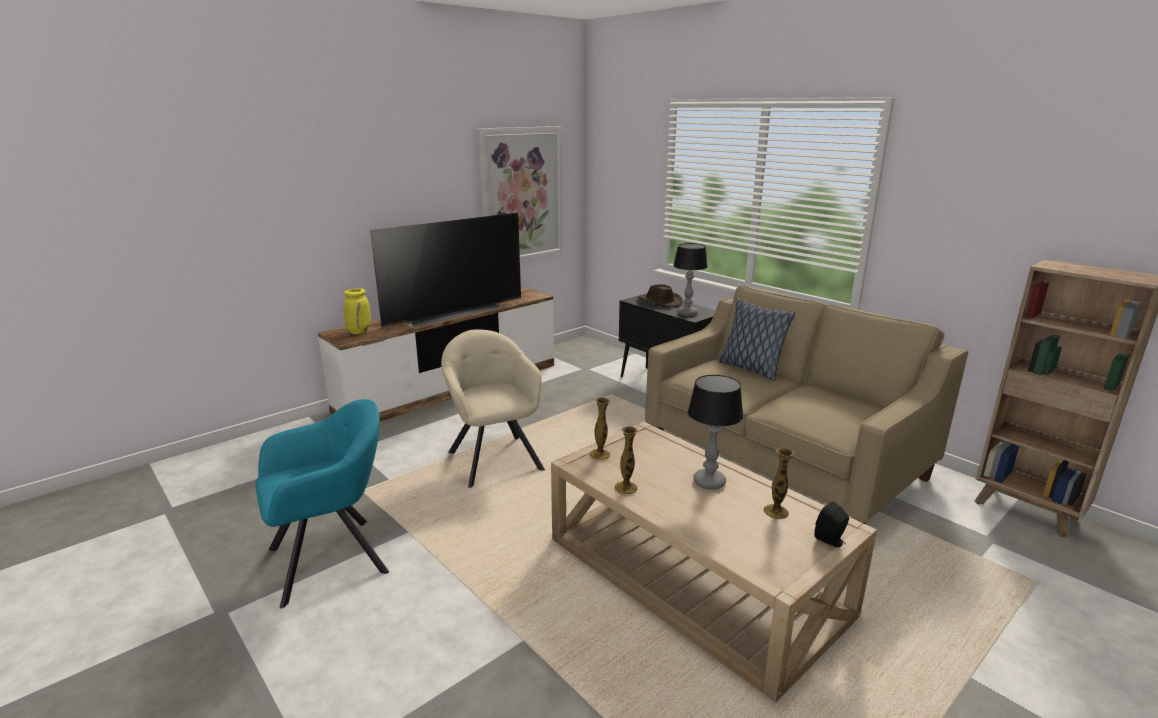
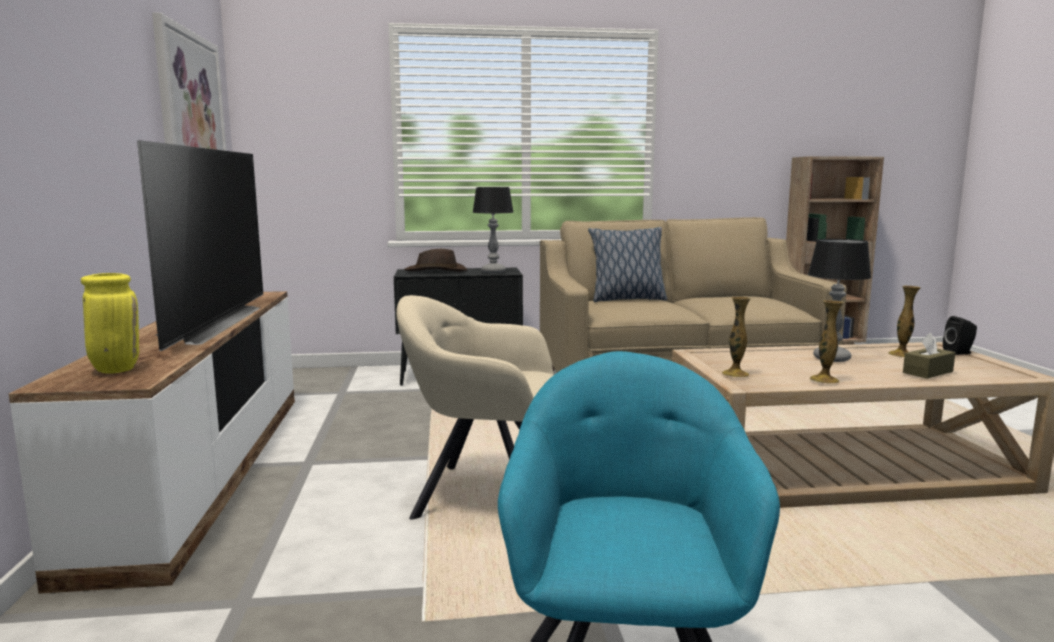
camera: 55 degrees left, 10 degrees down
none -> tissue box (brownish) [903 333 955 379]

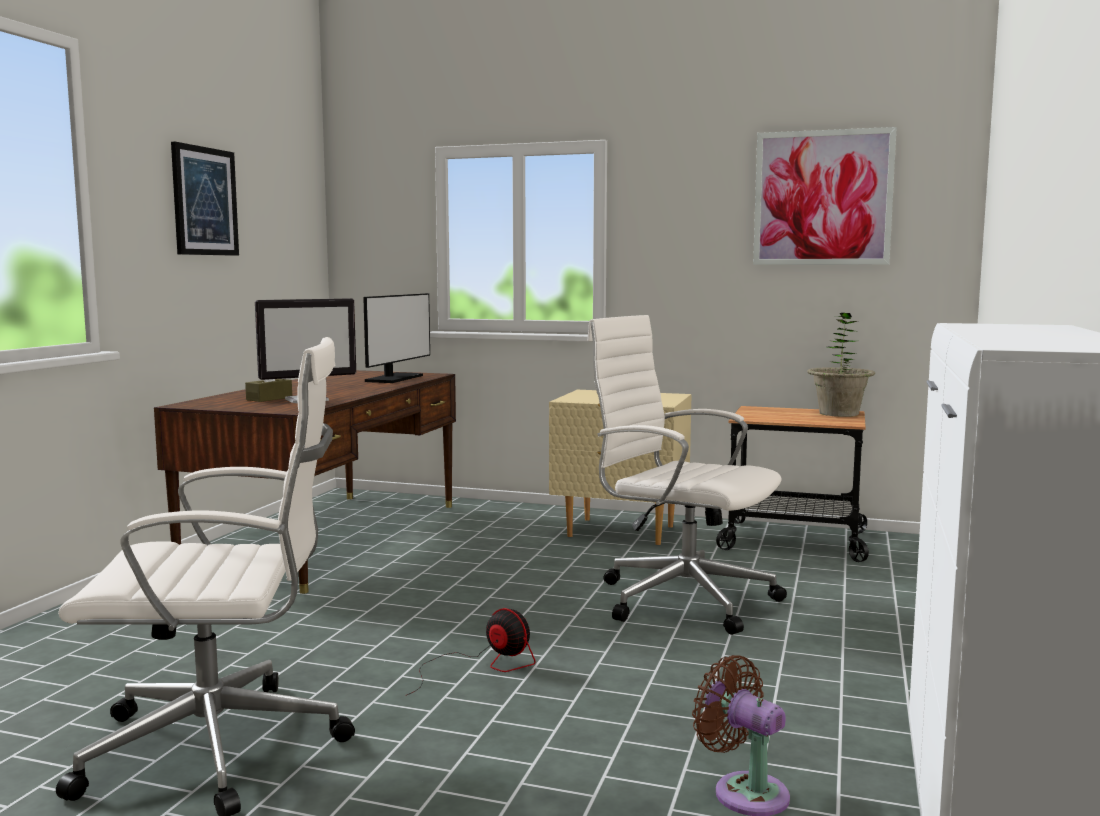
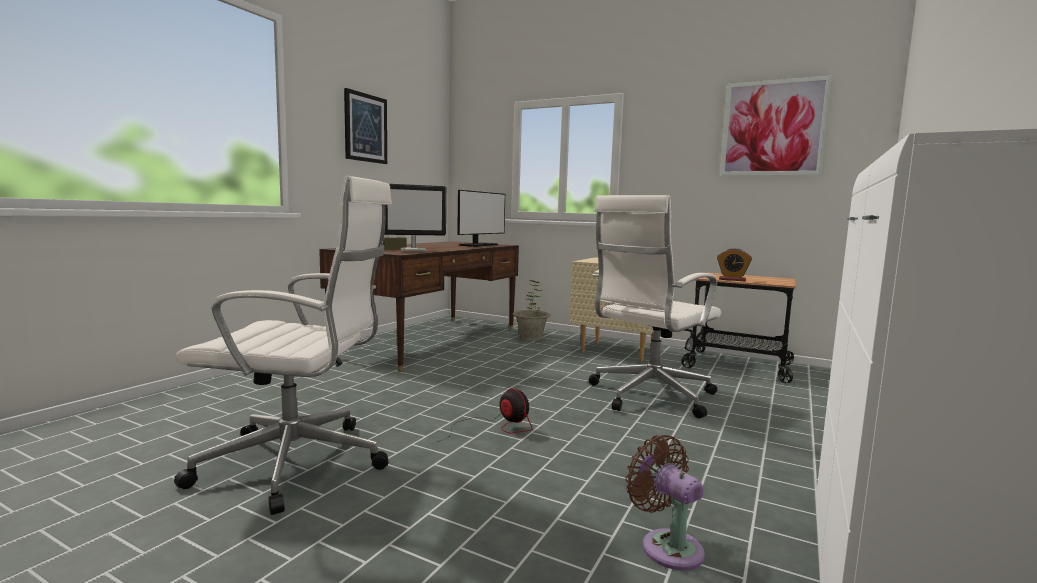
camera: 10 degrees right, 0 degrees up
potted plant [807 313 875 417] -> potted plant [513 280 551 341], move
office chair (white-coloured) [587 315 787 635] -> office chair (white-coloured) [589 195 721 418], 90 degrees counterclockwise
none -> table clock [717 248 752 281]

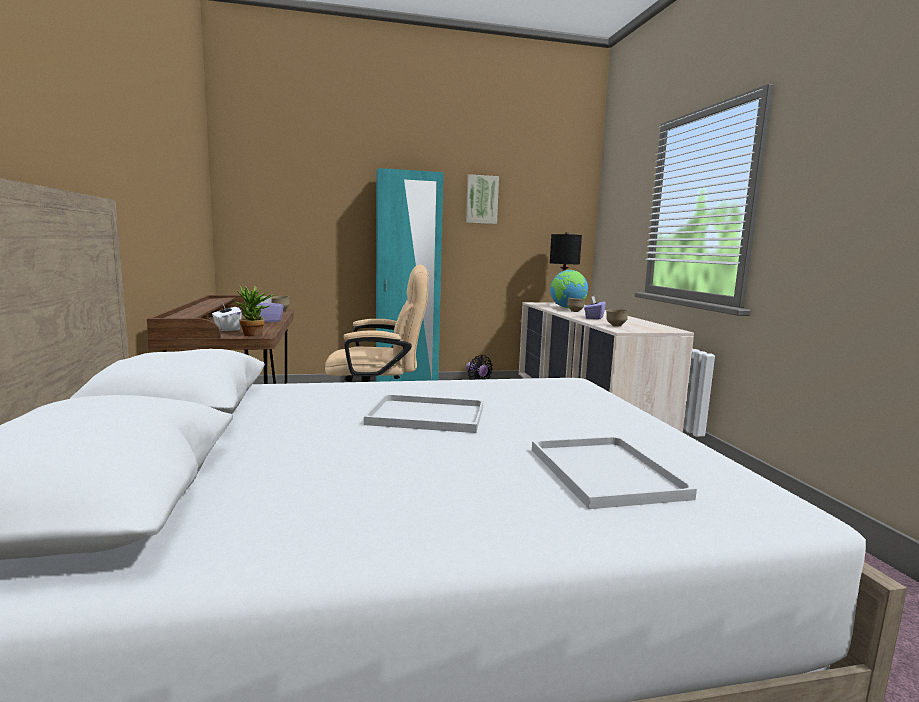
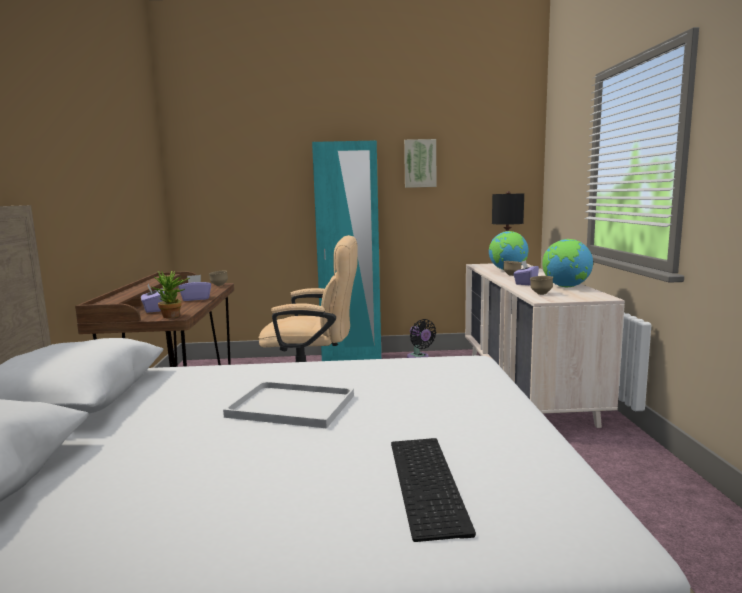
camera: 10 degrees right, 0 degrees up
tissue box (white-coloured) [212 302 242 331] -> tissue box (purple-coloured) [141 284 164 313]
carrying tray (white-coloured) [532 436 697 509] -> PC keyboard [391 438 476 542]
none -> world globe [542 239 593 287]

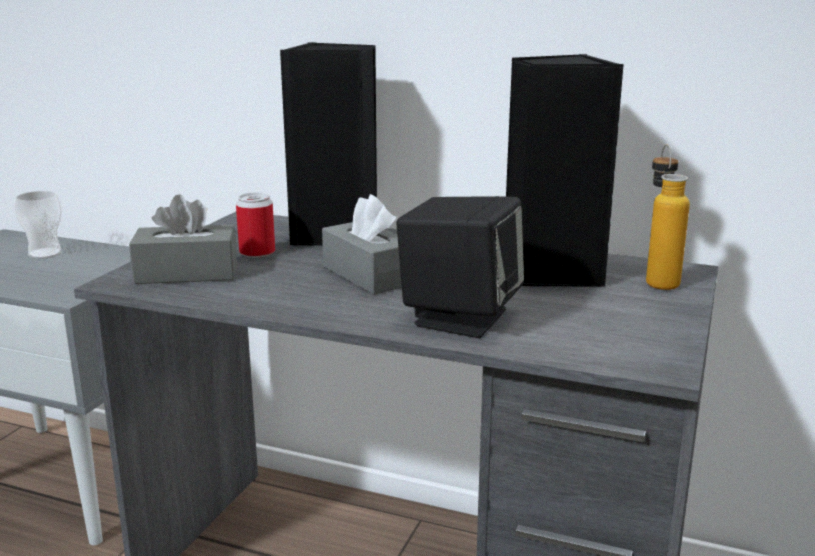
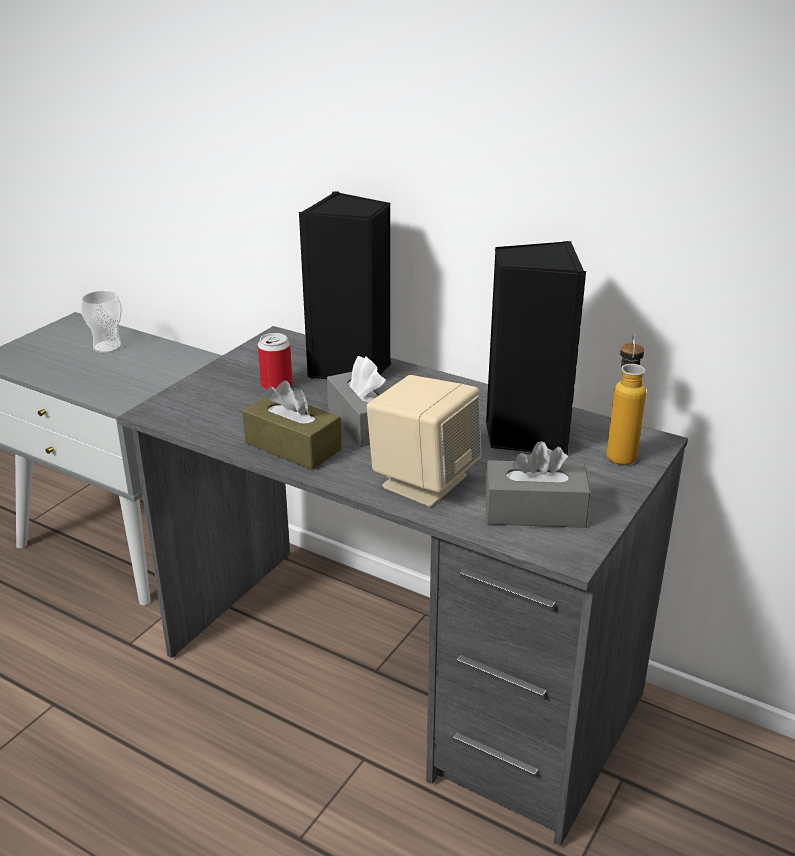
camera: 10 degrees right, 10 degrees up
none -> tissue box (brownish) [242 381 342 470]
speaker (black) [396 196 524 338] -> speaker (beige-coloured) [367 375 481 507]
tissue box (grey) [129 194 237 284] -> tissue box (grey) [485 441 591 528], move

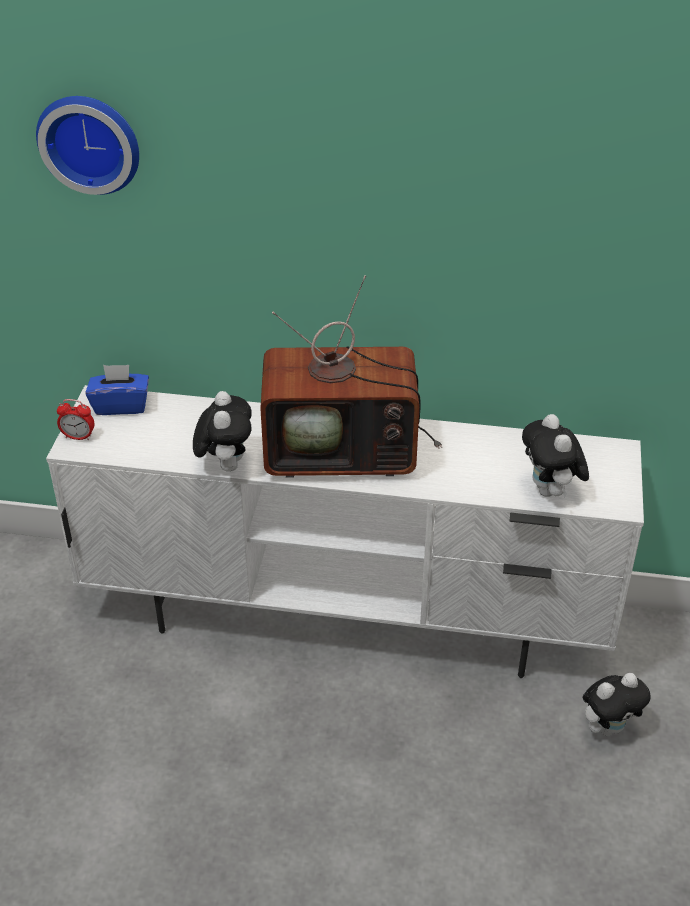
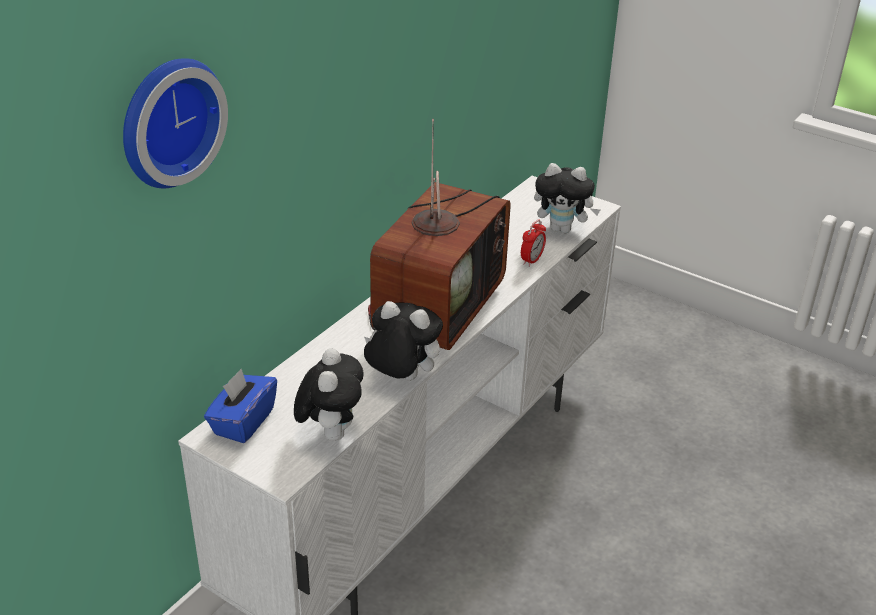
camera: 65 degrees left, 5 degrees down
cuddly toy [583 673 650 736] -> cuddly toy [294 348 364 441], move
table clock [57 399 94 440] -> table clock [521 220 546 267], move

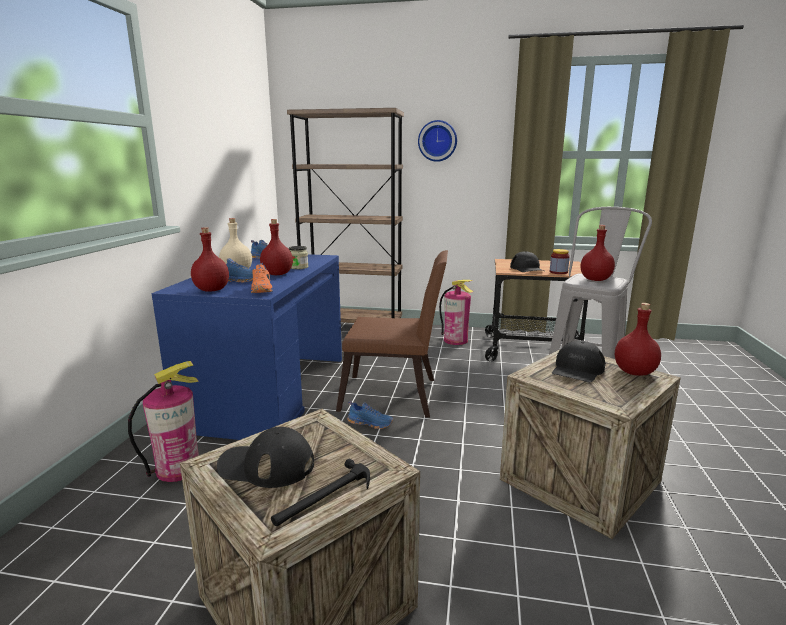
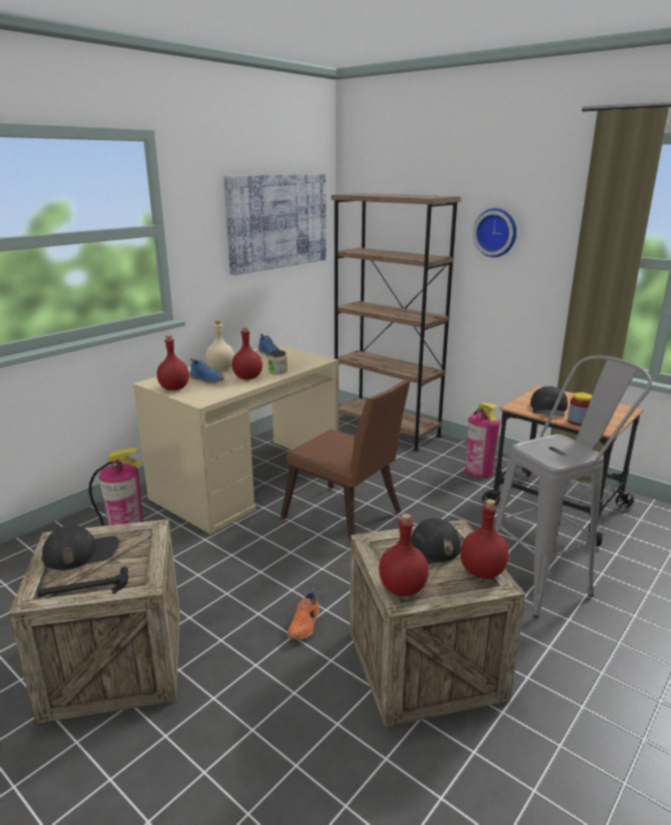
camera: 30 degrees right, 5 degrees up
peaked cap (black) [217 427 314 488] -> peaked cap (black) [42 525 119 570], 120 degrees clockwise
desk unit (blue) [152 254 342 440] -> desk unit (beige-coloured) [133 344 339 534]
none -> wall art [224 174 326 275]
shoe (orangey) [251 263 273 293] -> shoe (orangey) [287 588 320 640], move
bottle (reddish) [581 225 615 281] -> bottle (reddish) [379 514 429 596], move
shoe (blue) [347 401 393 429] -> none

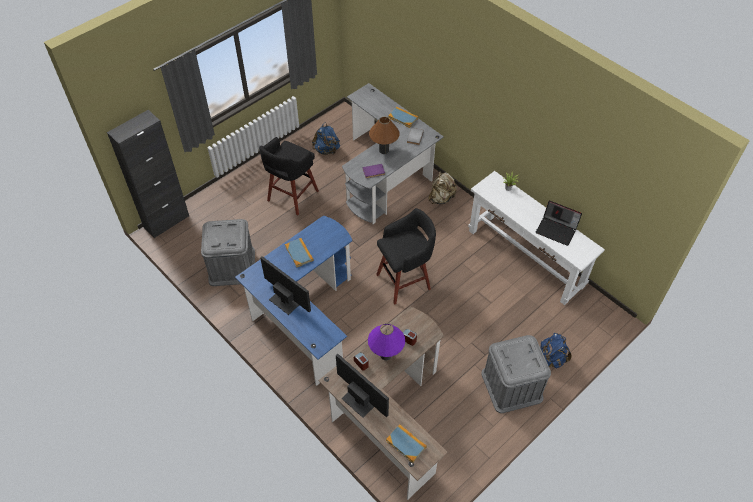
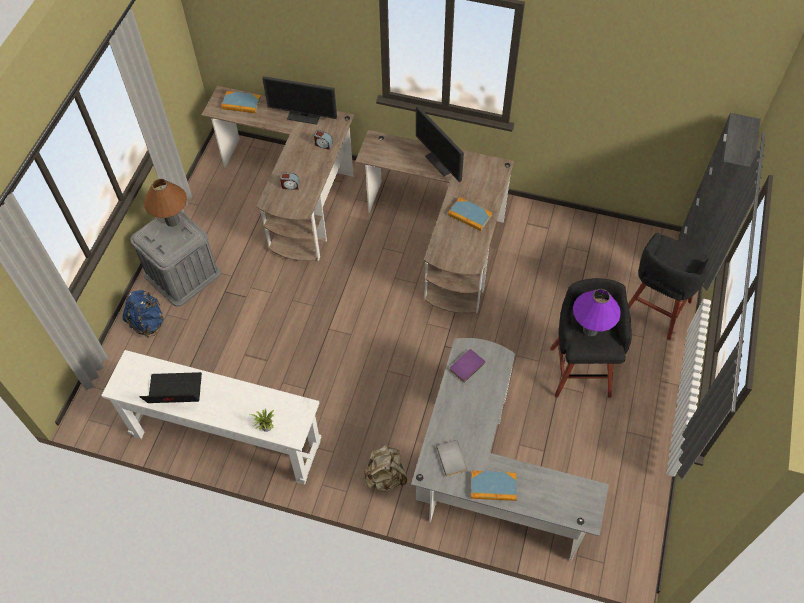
camera: 150 degrees right, 5 degrees up
lamp for a table (brownish) [369 117 400 154] -> lamp for a table (brownish) [144 179 187 227], move
desk unit (blue) [235 215 352 386] -> desk unit (brownish) [355 130 514 313]
monitor [260 256 311 315] -> monitor [416 106 464 182], 45 degrees clockwise
lamp for a table (purple-coloured) [368 323 405 360] -> lamp for a table (purple-coloured) [573 289 621 336], move
stool (black) [376 208 436 305] -> stool (black) [628 233 709 341], move
storage bin (grey) [201 219 255 286] -> none
backpack (blue) [312 123 340 155] -> none

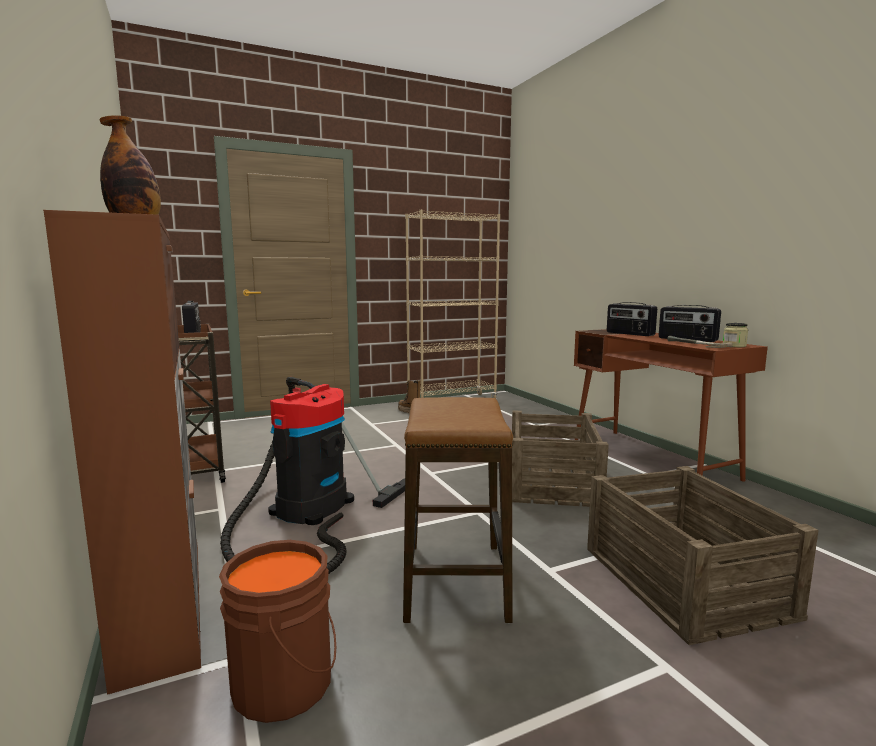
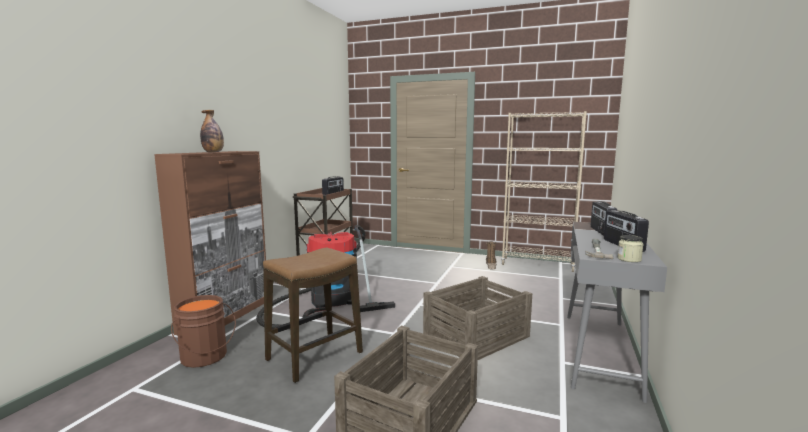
camera: 45 degrees right, 0 degrees up
desk unit (brownish) [574 329 768 481] -> desk unit (grey) [567 222 667 403]

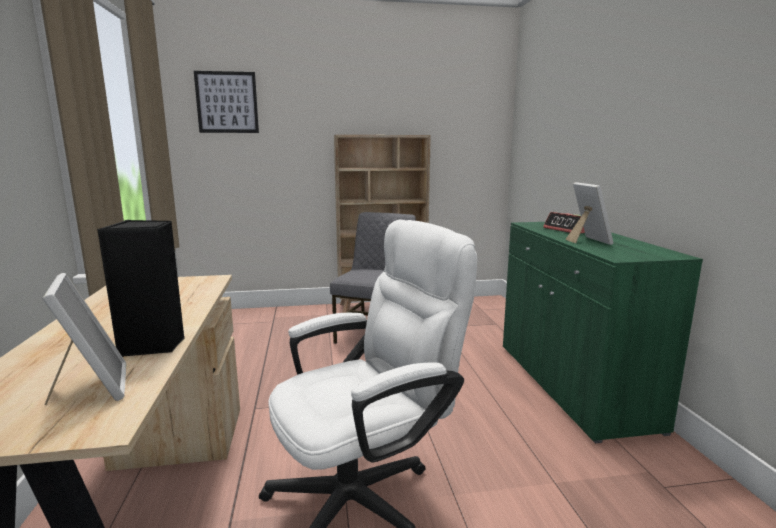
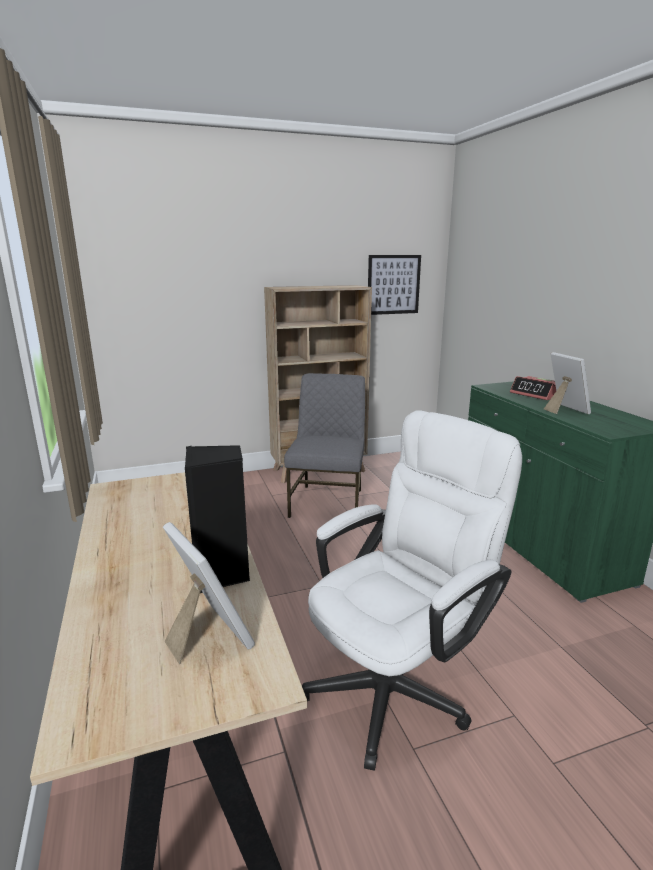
camera: 10 degrees left, 5 degrees up
wall art [194 71 259 133] -> wall art [368 255 421 315], move

